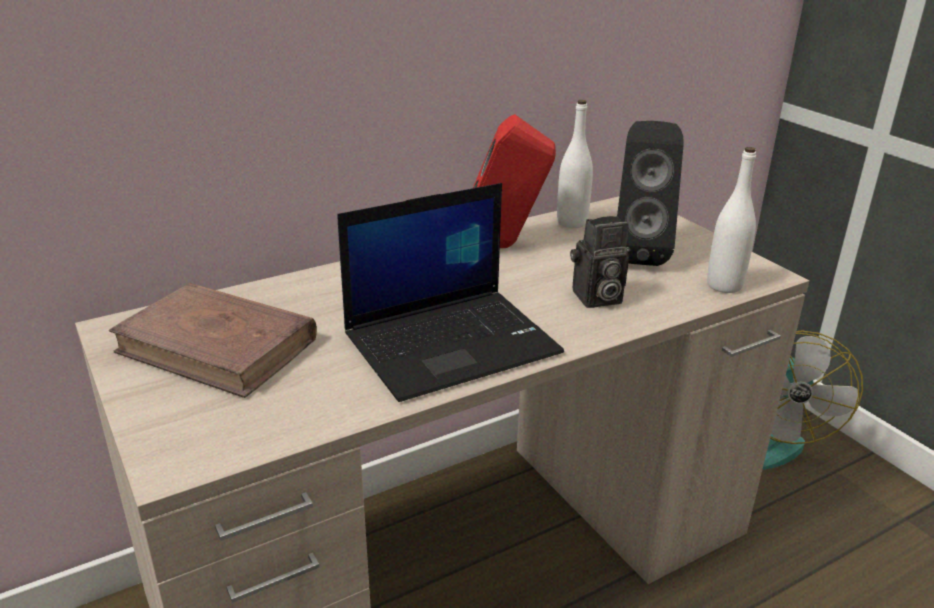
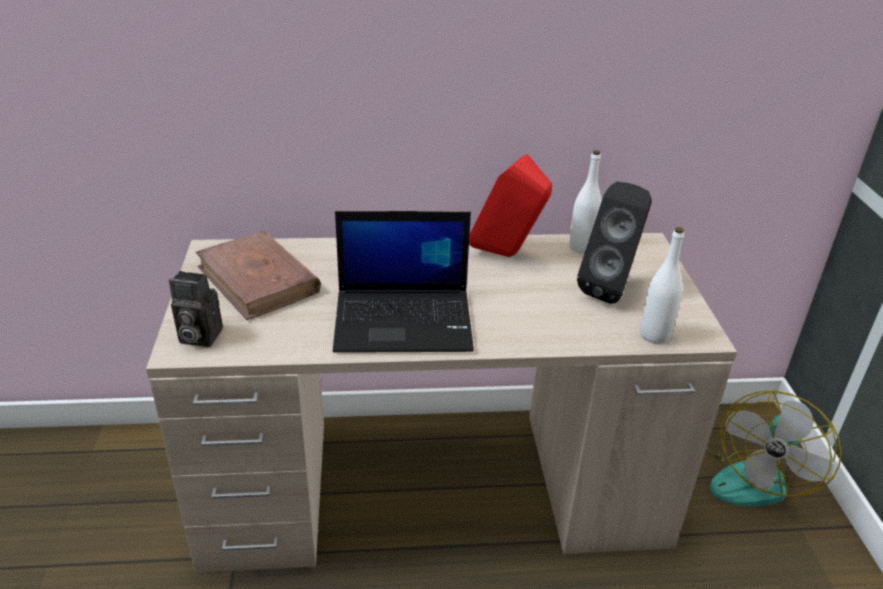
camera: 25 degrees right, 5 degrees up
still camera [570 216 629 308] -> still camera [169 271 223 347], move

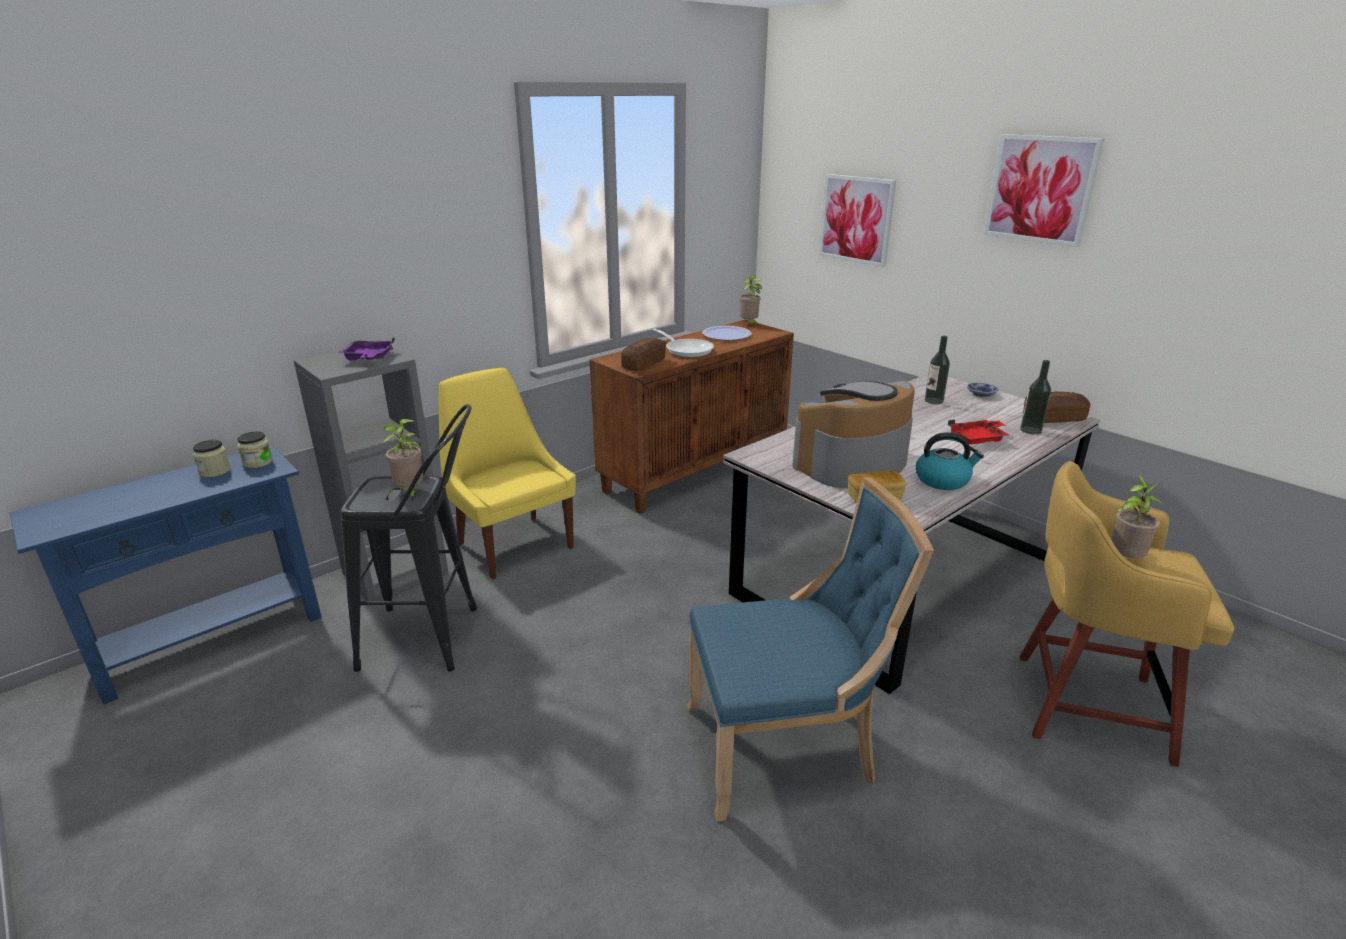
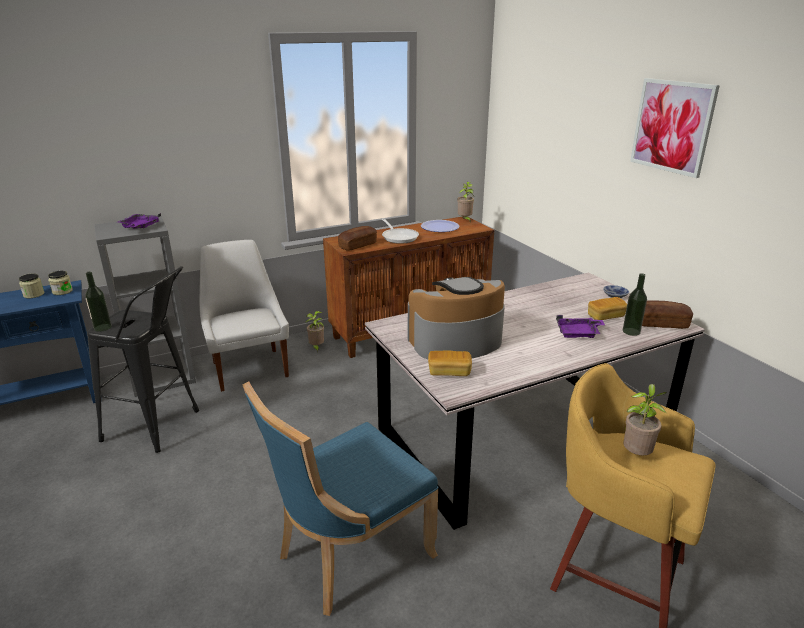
camera: 15 degrees right, 0 degrees up
bottle [925 336 950 404] -> bottle [85 272 112 332], move
chair (yellow-coloured) [439 368 576 579] -> chair (white-coloured) [199 240 289 392]
chair (blue) [687 477 934 822] -> chair (blue) [243 381 439 616], 135 degrees clockwise
potted plant [382 419 423 501] -> potted plant [306 311 324 352], move
carrying tray (reddish) [948 419 1009 444] -> carrying tray (purple-coloured) [556 315 605 338]
none -> bread [588 297 627 320]
wall art [819 174 896 267] -> none
tea kettle [916 432 984 490] -> none

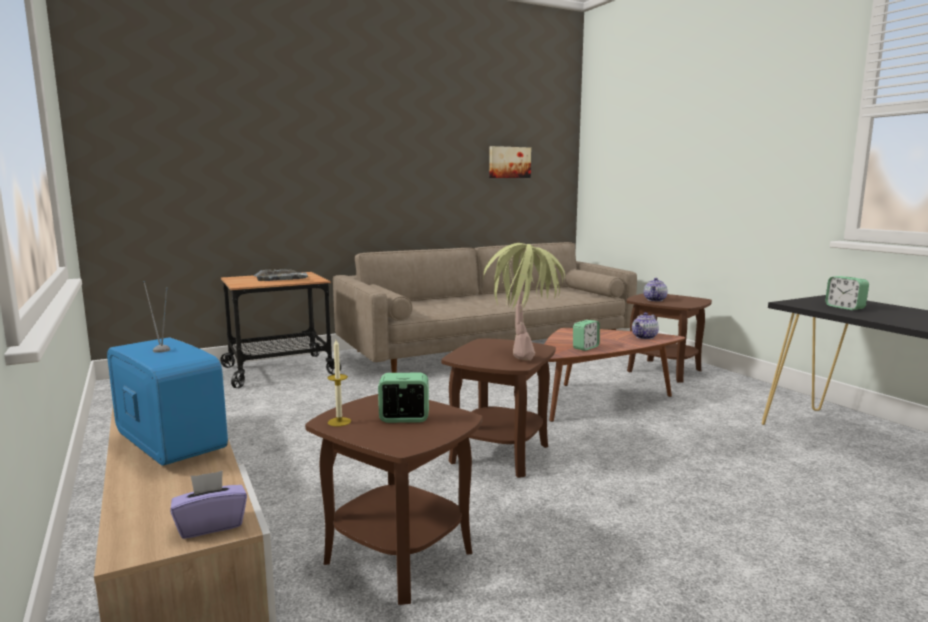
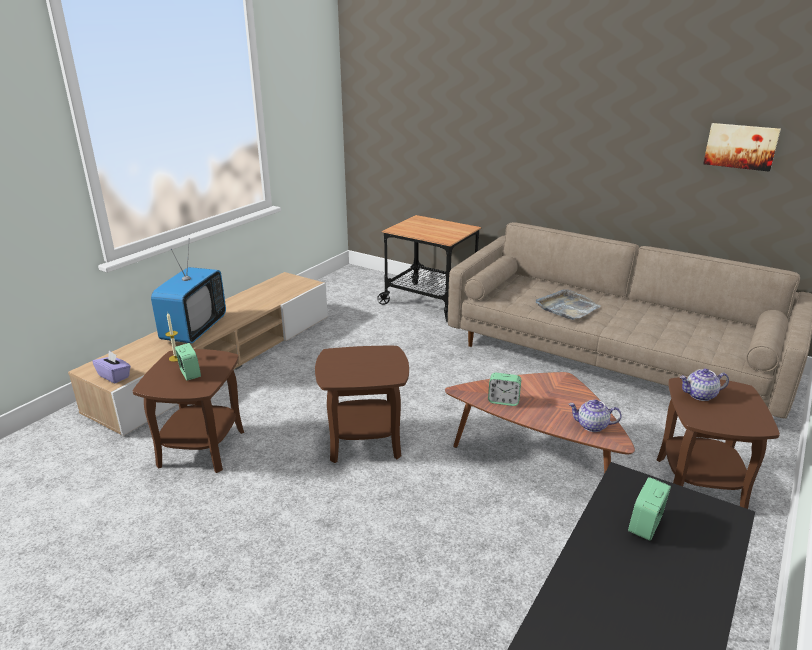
camera: 60 degrees right, 15 degrees up
carrying tray (grey) [254 269 308 281] -> carrying tray (grey) [535 290 601 320], move
potted plant [483 243 565 361] -> none

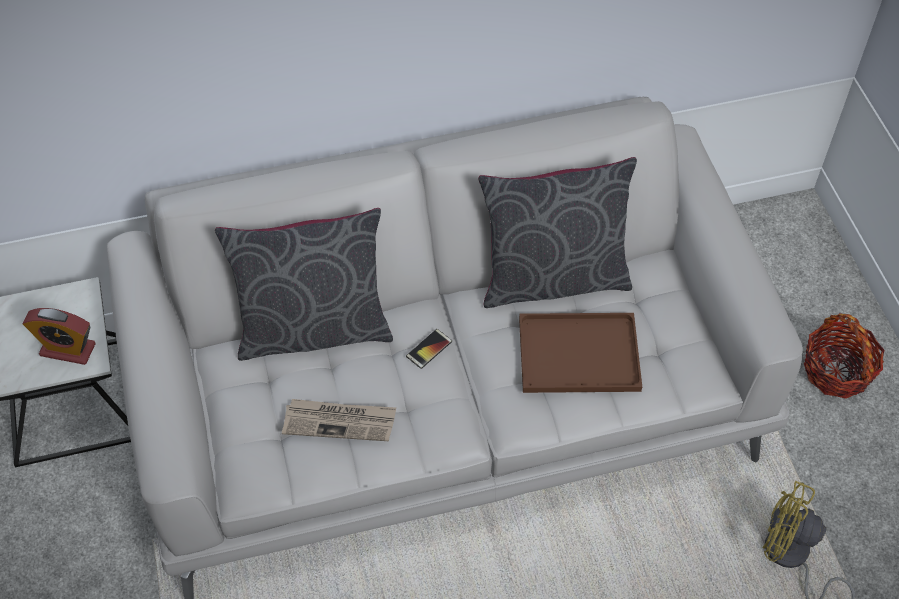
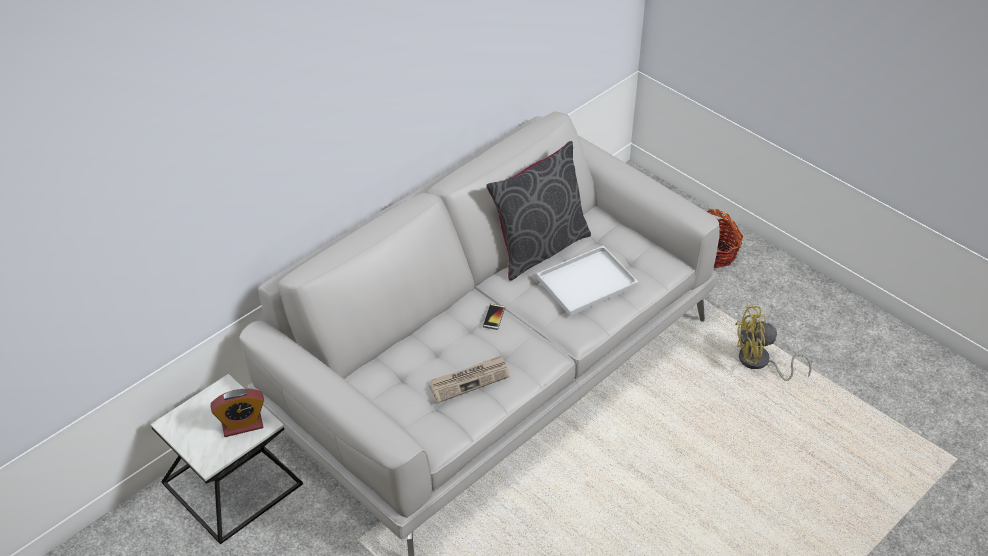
camera: 30 degrees left, 10 degrees down
carrying tray (brownish) [519 313 642 393] -> carrying tray (white-coloured) [536 245 638 316]
throw pillow (grey) [215 208 393 361] -> none

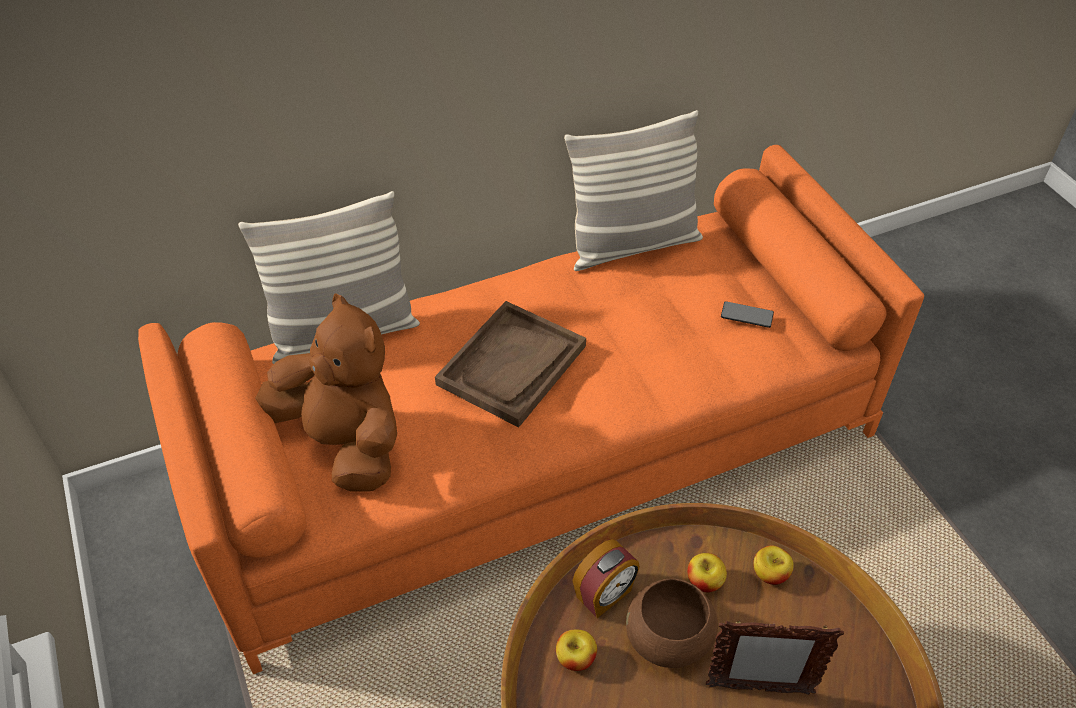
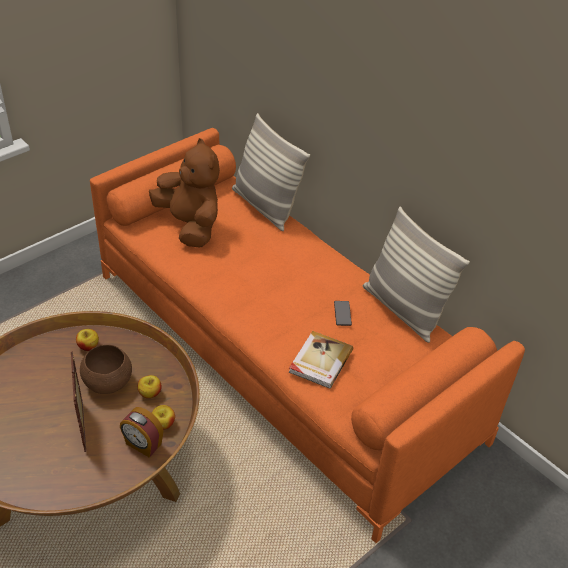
camera: 70 degrees right, 5 degrees down
table clock [573 539 640 618] -> table clock [120 407 164 458], move
cuddly toy (brownish) [255 294 397 492] -> cuddly toy (brownish) [149 138 220 247], 60 degrees counterclockwise
none -> volume [289 331 353 389]
telephone [721 301 774 328] -> telephone [334 301 352 326], move
carrying tray (brownish) [435 301 586 427] -> none

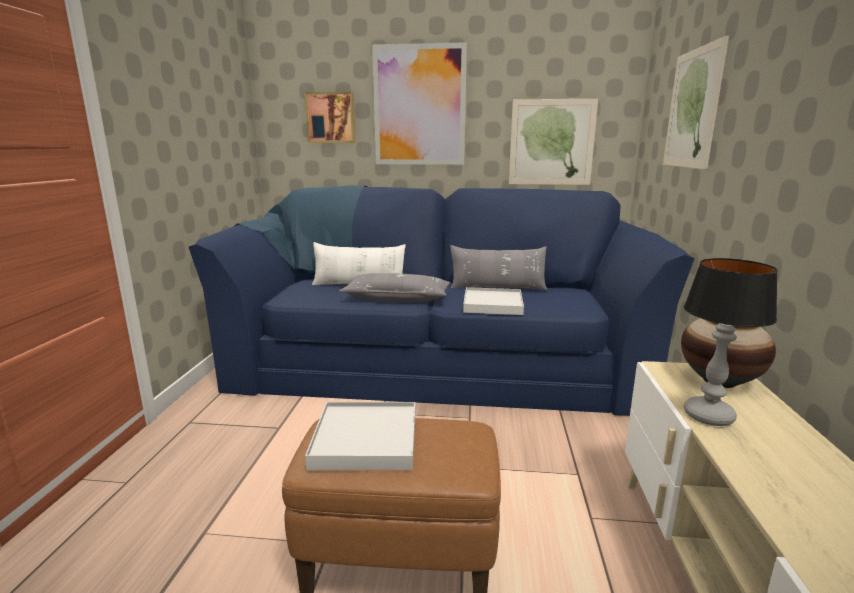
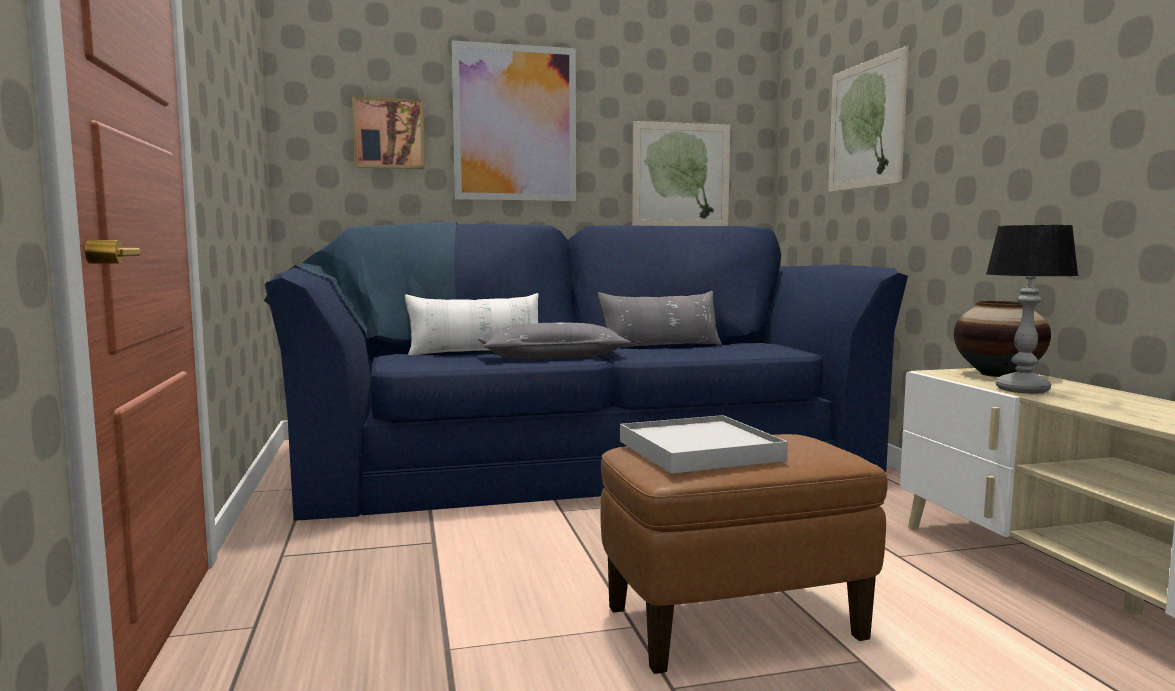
camera: 20 degrees left, 10 degrees down
carrying tray (white-coloured) [463 287 524 315] -> none

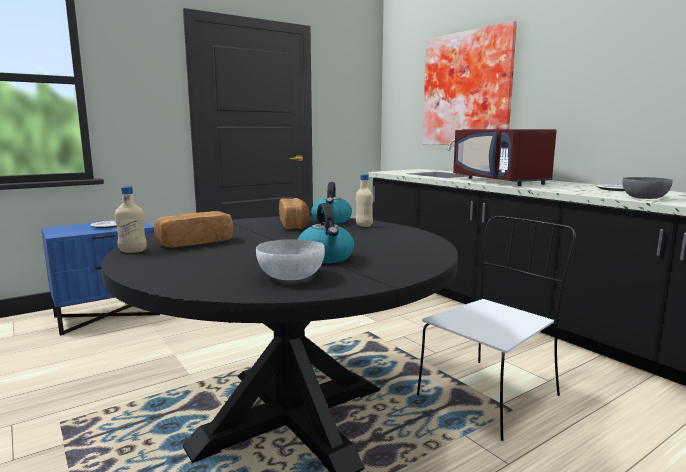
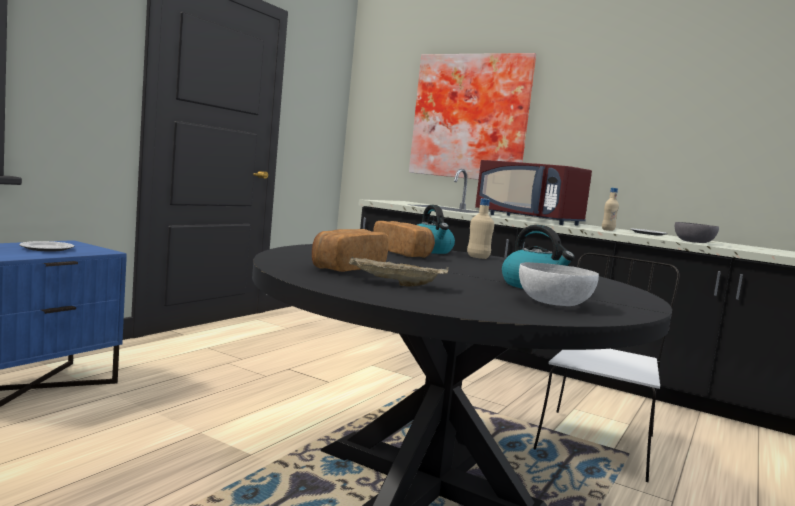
camera: 25 degrees left, 5 degrees down
none -> carrying tray (beige-coloured) [349 256 448 286]
bottle (beige-coloured) [115 186 147 253] -> bottle (beige-coloured) [602 188 619 231], move

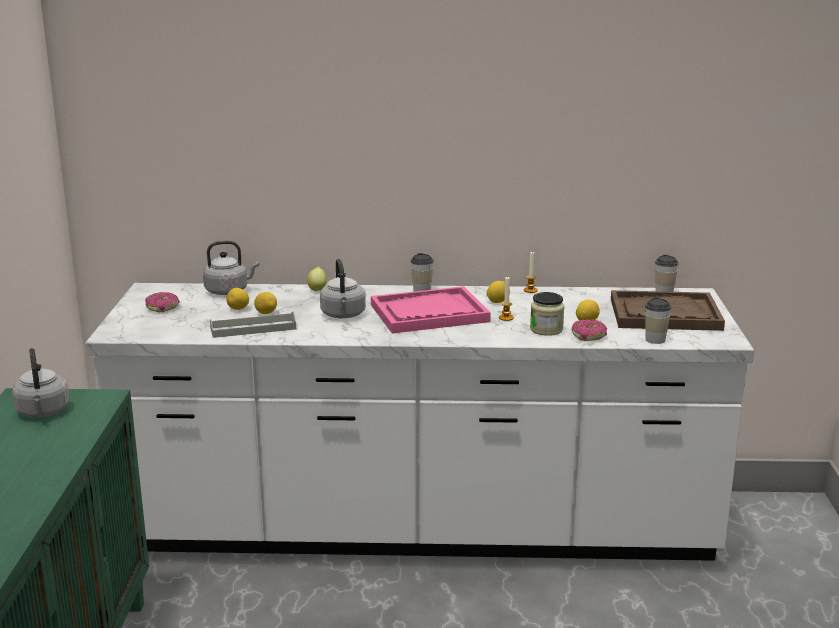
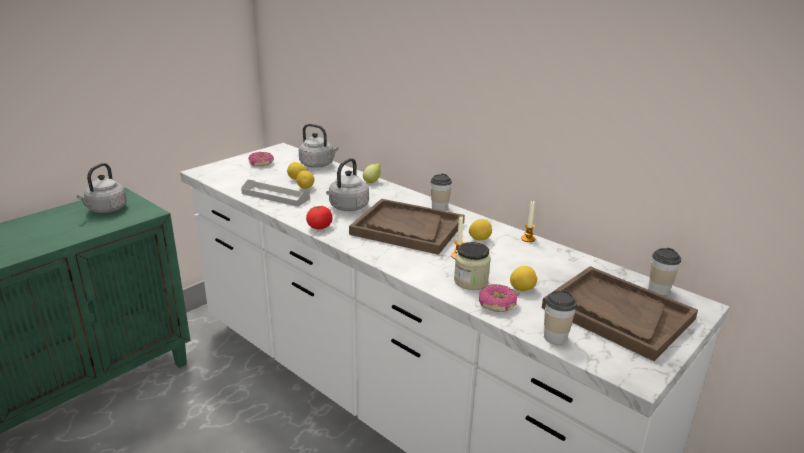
camera: 40 degrees right, 5 degrees up
none -> whole tomato [306 206 333 229]
carrying tray (pinkish) [371 286 491 333] -> carrying tray (brownish) [349 199 465 255]

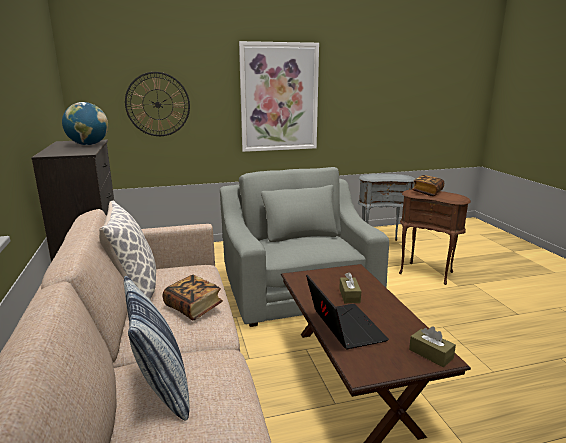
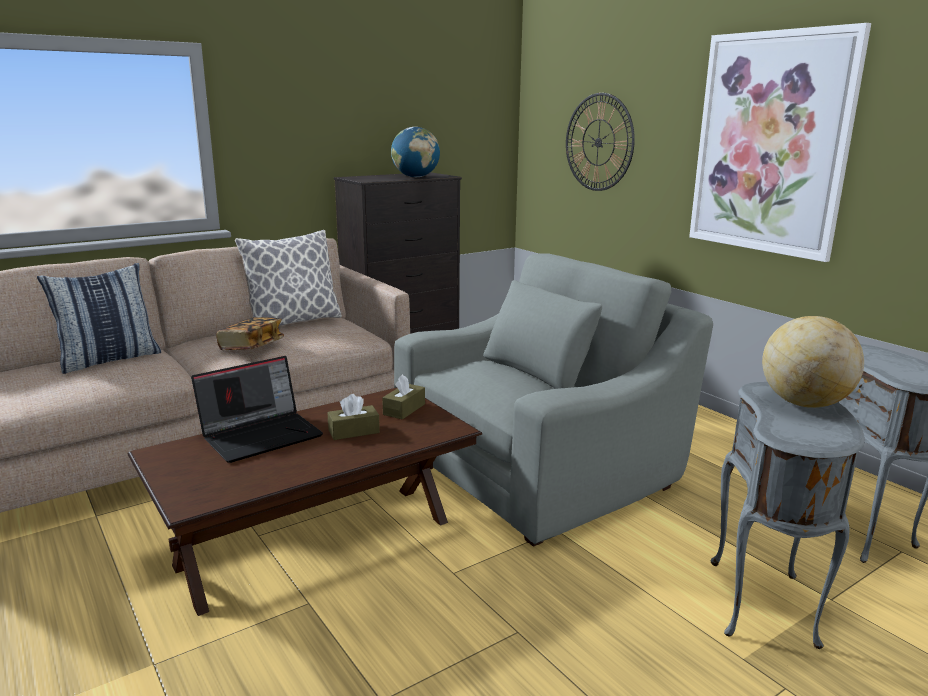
camera: 70 degrees right, 0 degrees up
tissue box (brownish) [409 326 456 367] -> tissue box (brownish) [382 374 425 419], move
side table (brownish) [399 189 471 285] -> side table (grey) [710 382 865 649]
volume [412 175 444 196] -> world globe [762 316 864 408]

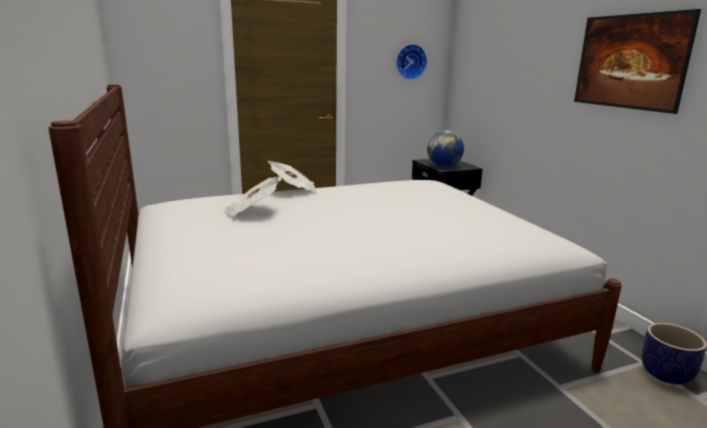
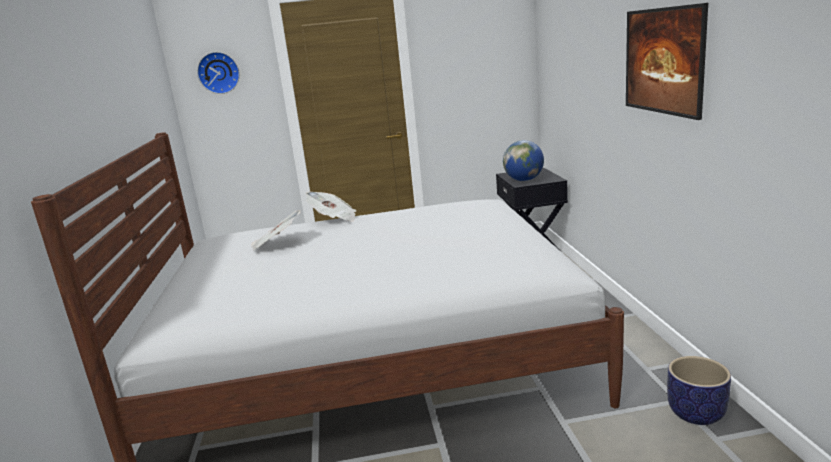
camera: 15 degrees right, 0 degrees up
hanging clock [396 44 427 80] -> hanging clock [197 52 240 94], move

